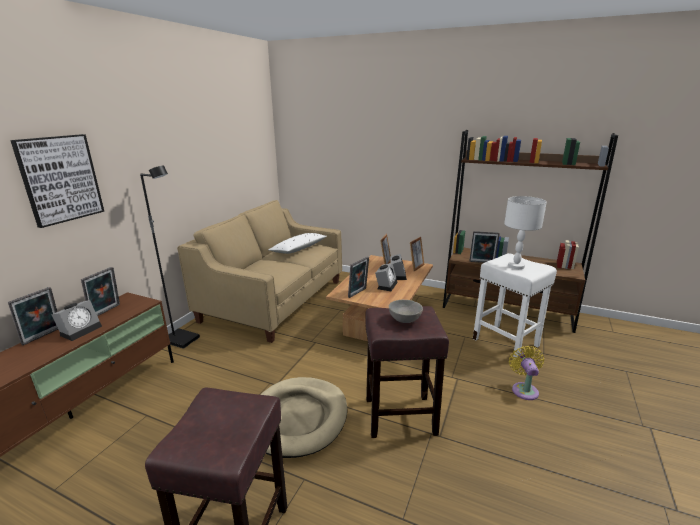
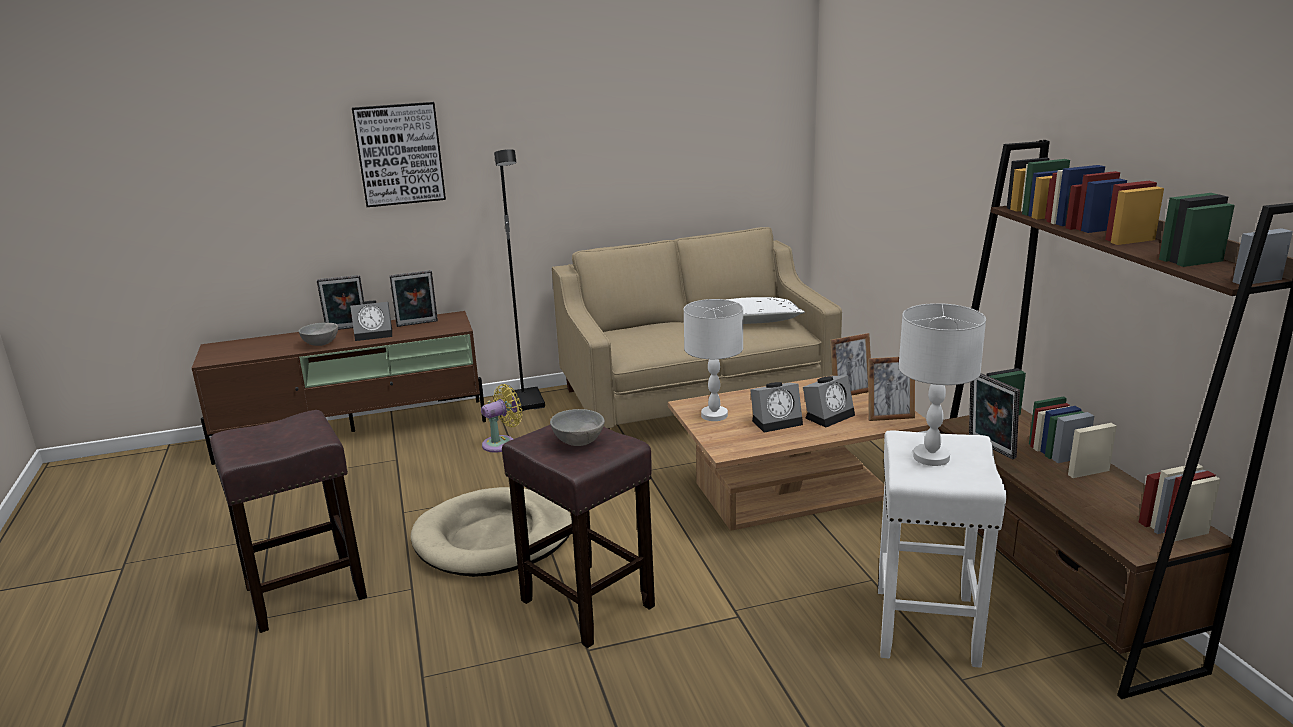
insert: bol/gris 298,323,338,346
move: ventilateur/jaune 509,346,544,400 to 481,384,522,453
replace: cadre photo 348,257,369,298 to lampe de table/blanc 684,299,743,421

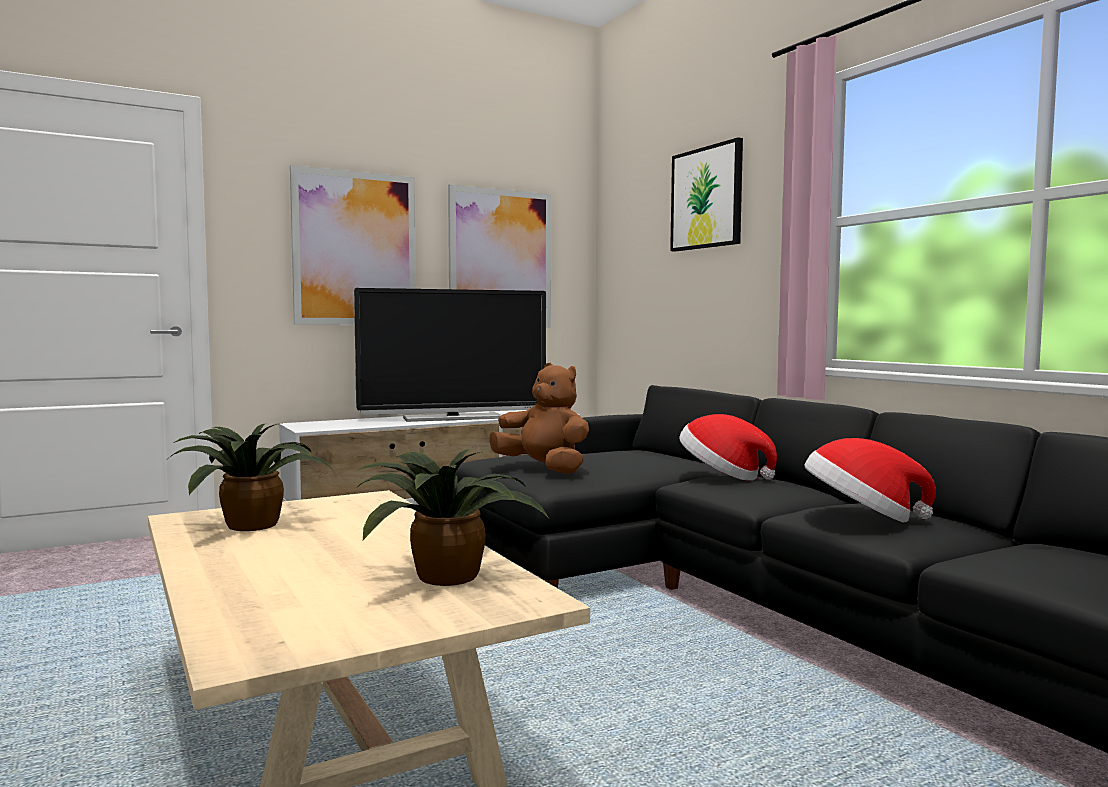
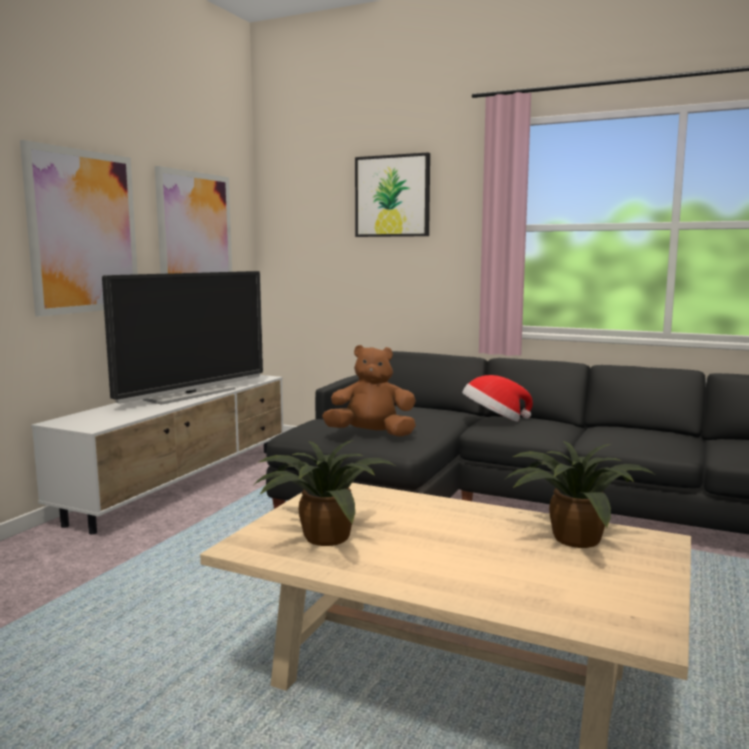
delete: chapeau 805,438,936,522

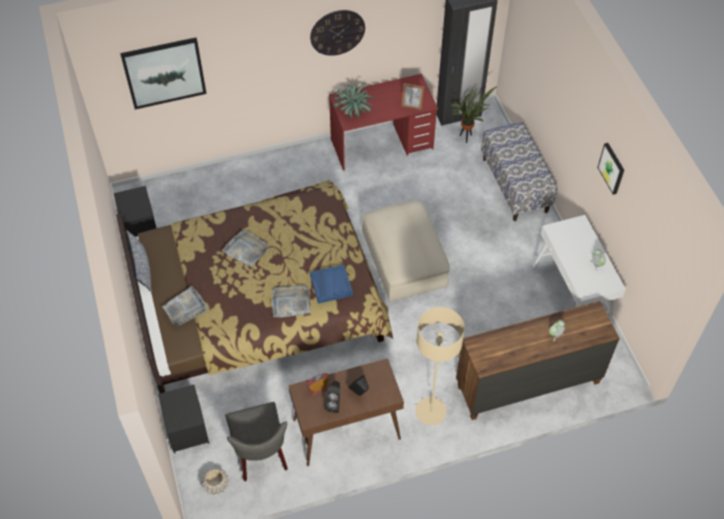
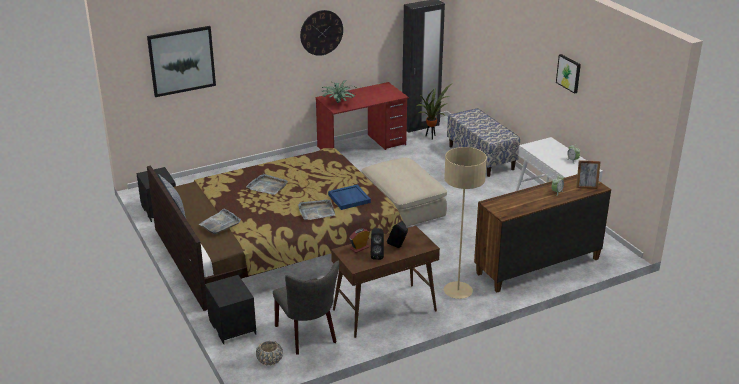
move: cadre photo 402,83,424,110 to 576,160,601,189

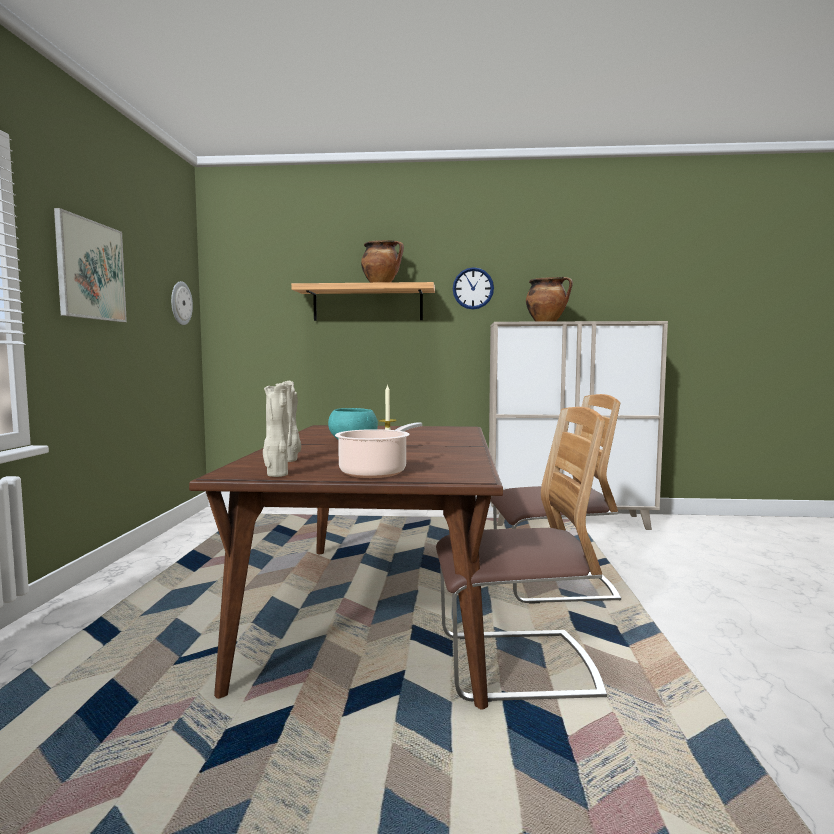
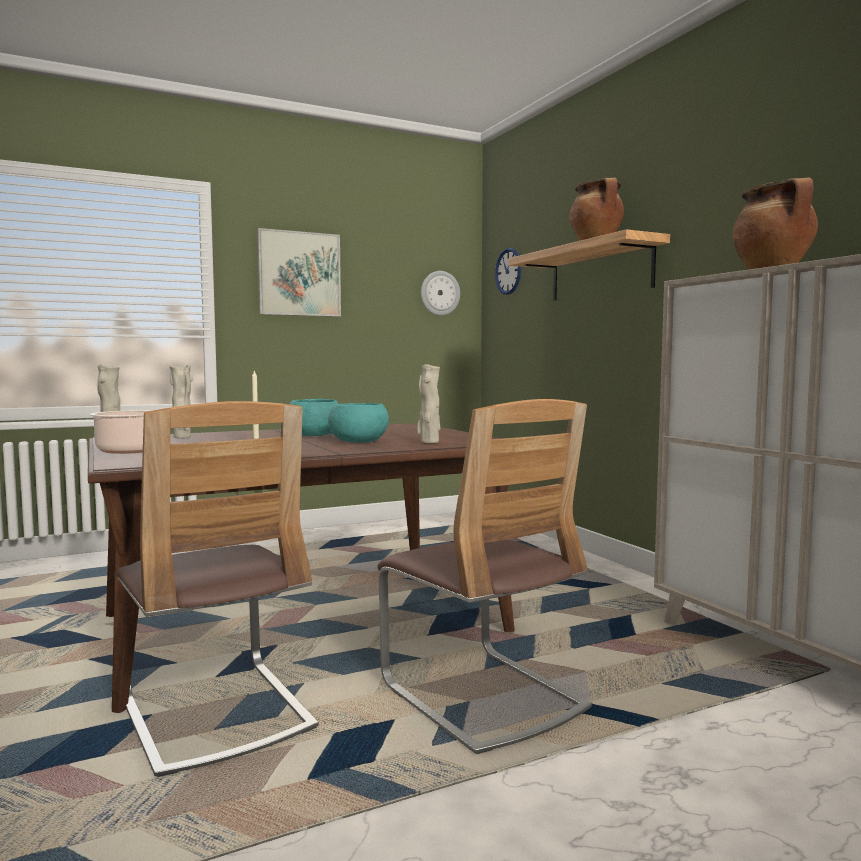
insert: bol/turquoise 328,403,389,443; vase/beige 417,364,441,443
move: horloge murale 453,267,494,309 to 495,248,521,295

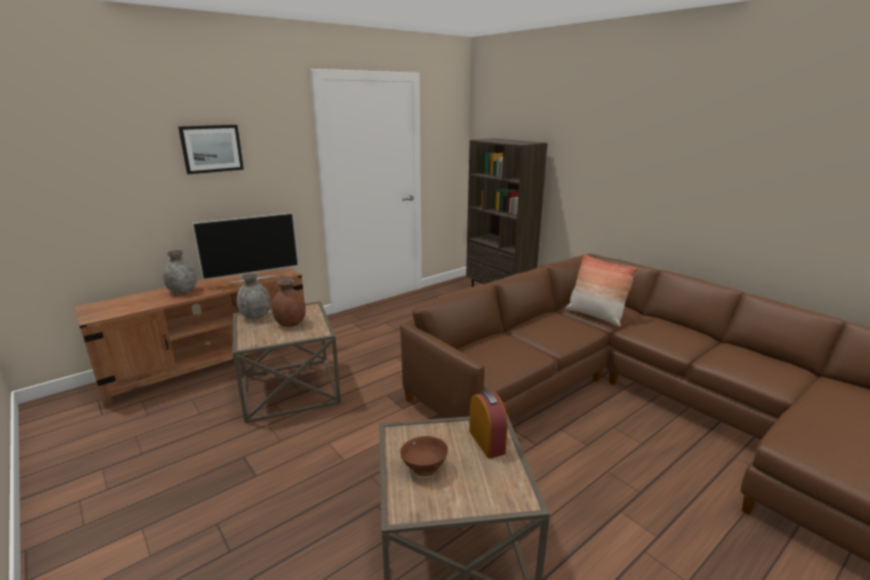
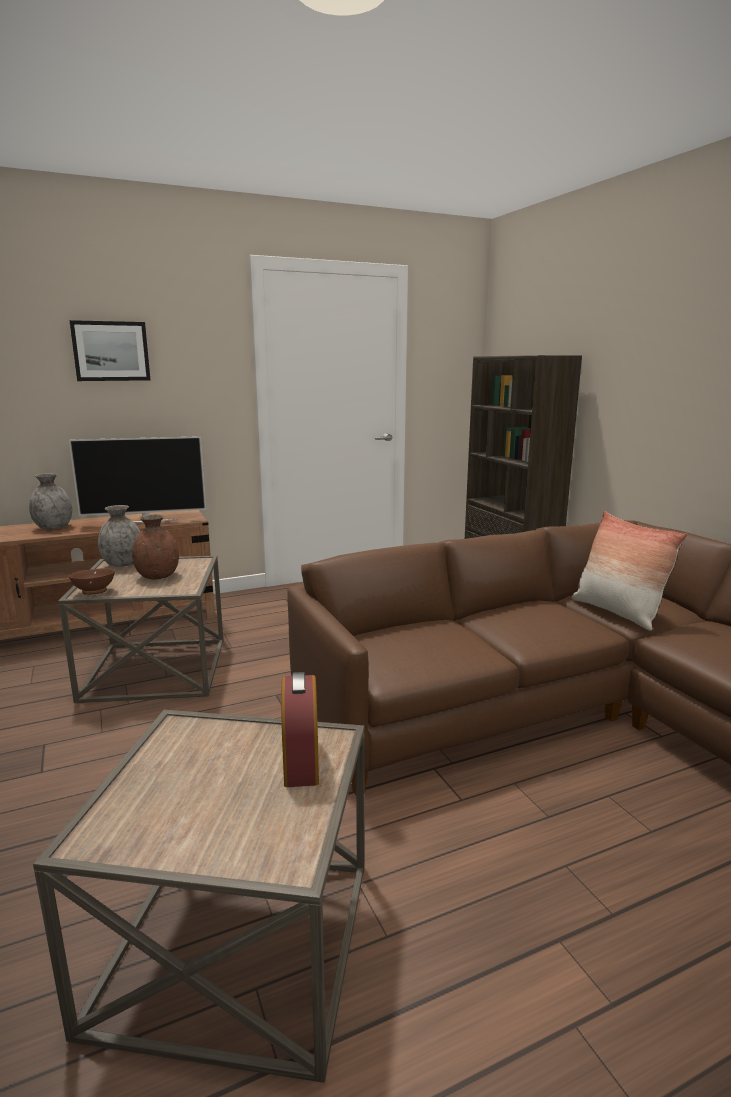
move: bol/marron 400,436,448,476 to 69,568,115,595

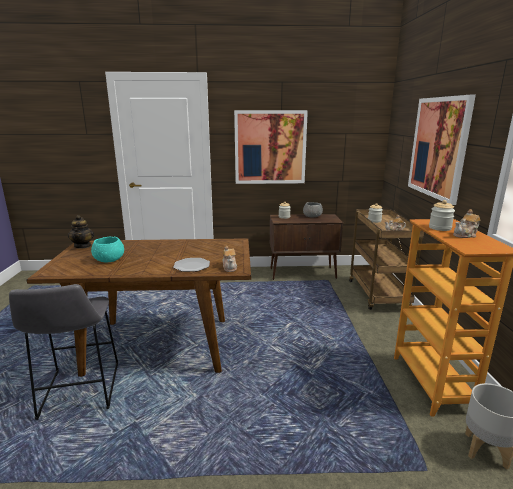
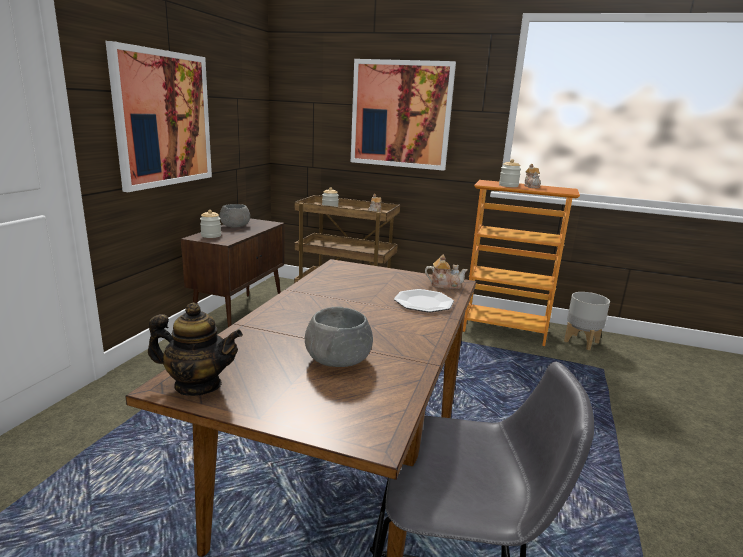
recolor: bol/turquoise 91,237,124,263 to bol/gris 305,307,373,367

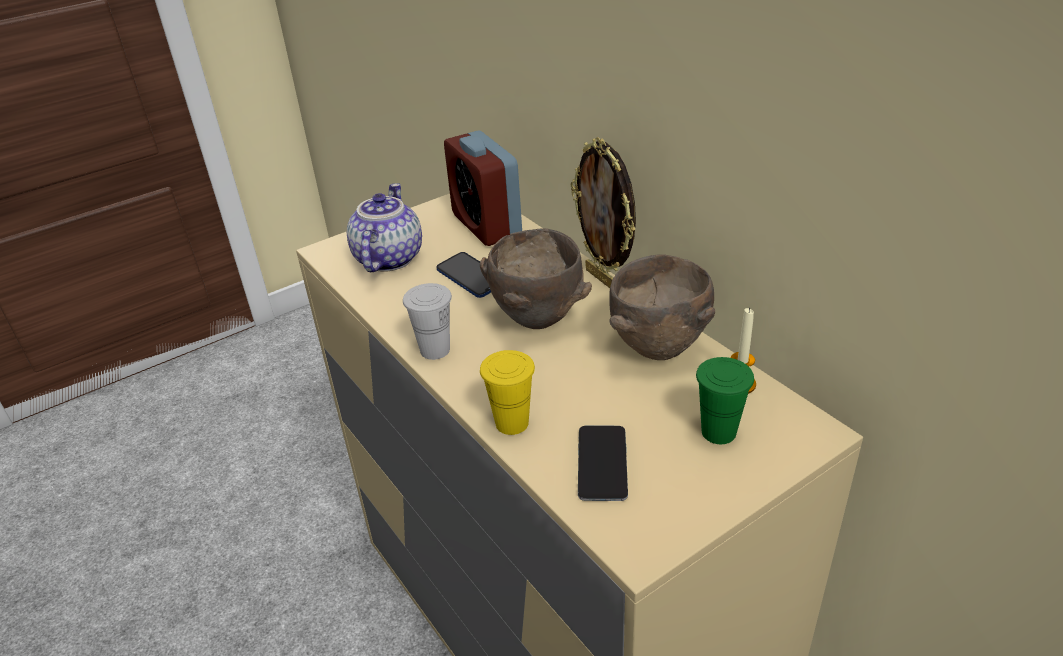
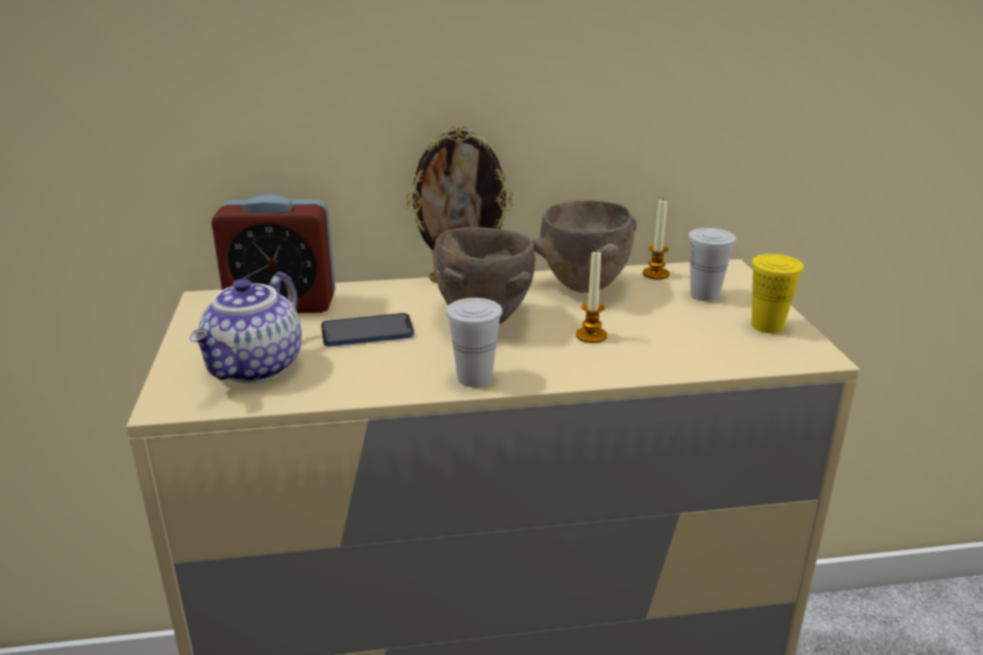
delete: téléphone 578,426,628,501
insert: bougie 576,249,607,343
move: tasse/jaune 480,350,535,435 to 751,254,804,333
recolor: tasse/vert 696,357,754,444 to tasse/blanc 688,228,736,301
rotate: théière 347,183,422,272 = 190,272,302,383 105 degrees counterclockwise

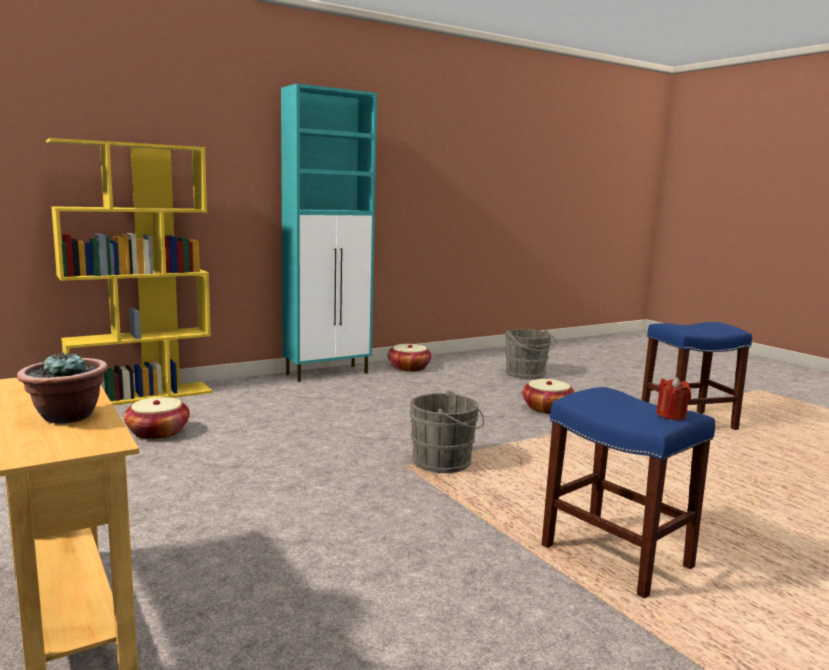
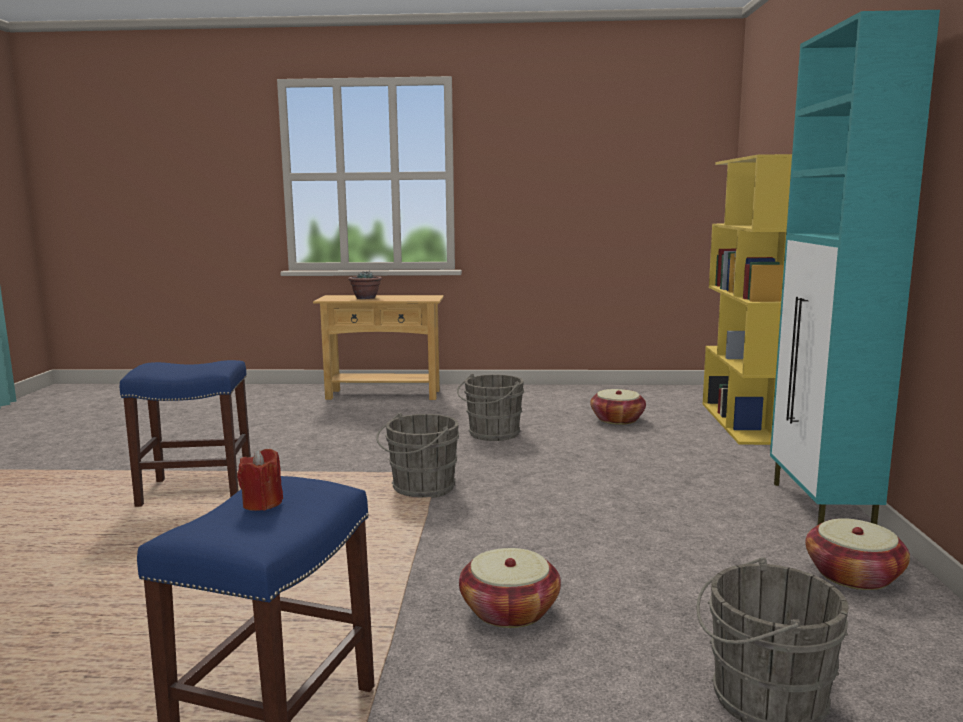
insert: seau/gris 457,374,524,441
move: bougie/rouge 656,377,691,420 to 237,449,283,511

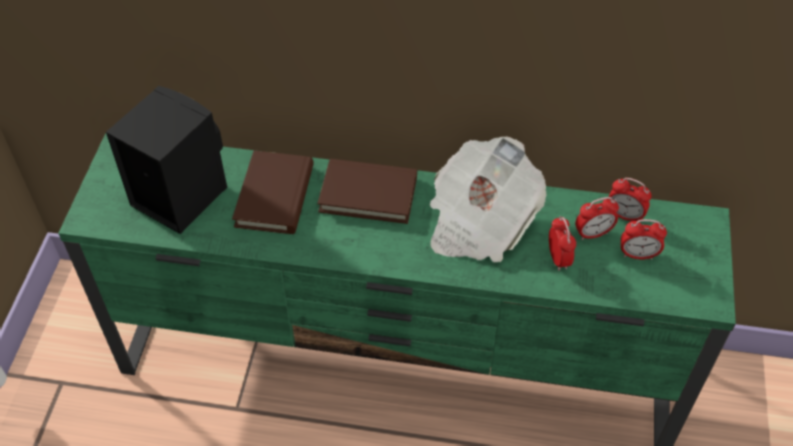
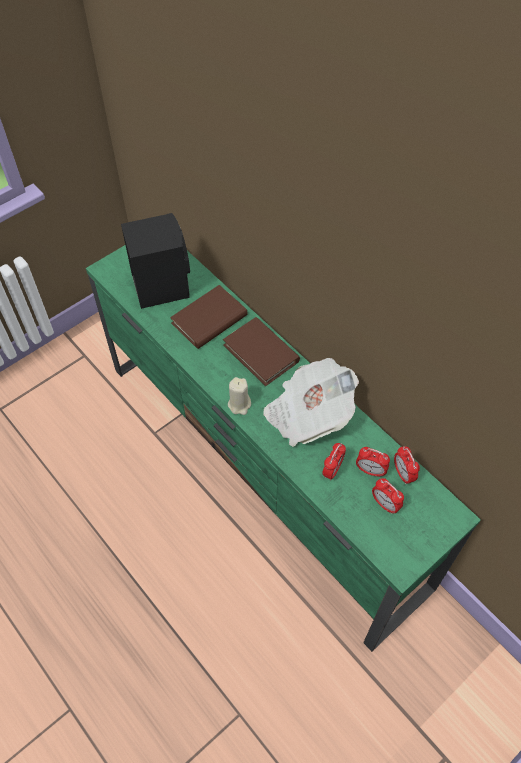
insert: bougie/beige 228,377,251,415

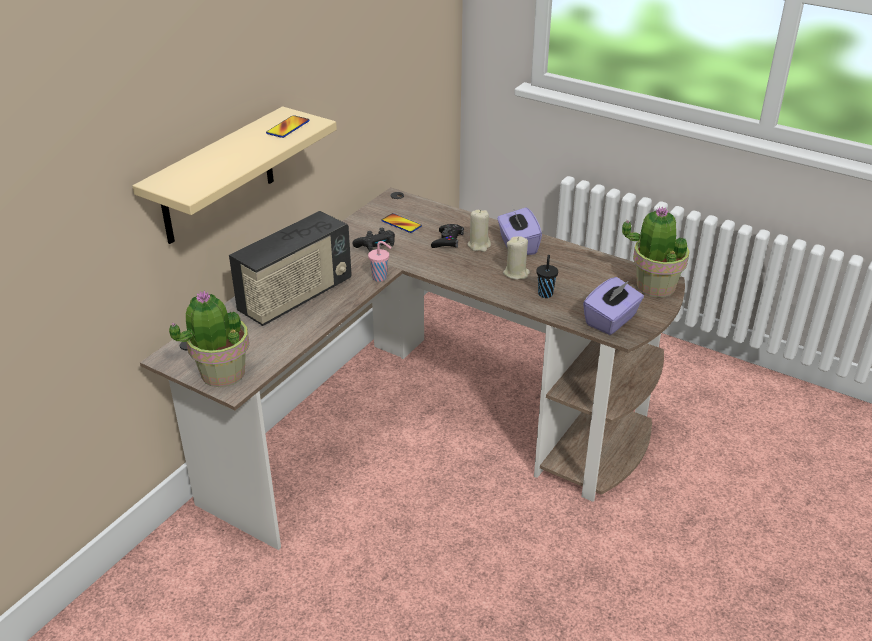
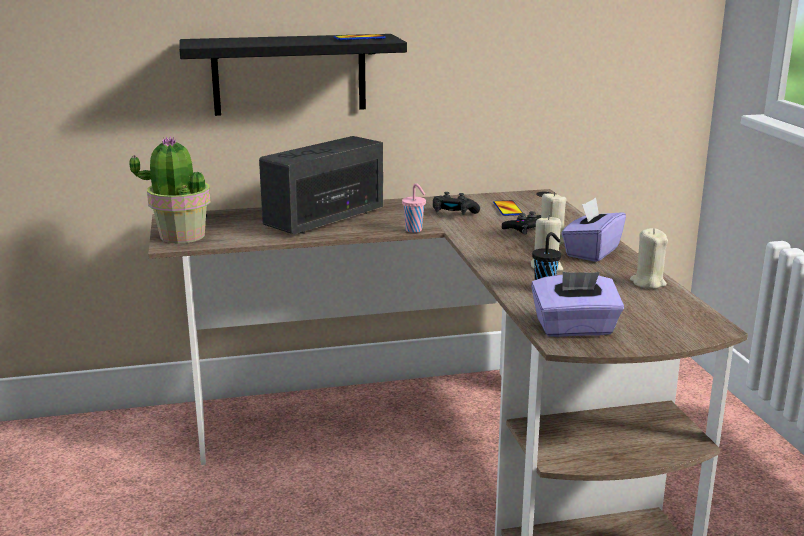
delete: plante en pot 622,206,690,297
insert: bougie/beige 630,228,668,289
recolor: étagère/beige 132,107,337,244 to étagère/noir 179,34,407,116
rotate: radio 229,211,352,326 = 259,136,383,234 135 degrees clockwise

